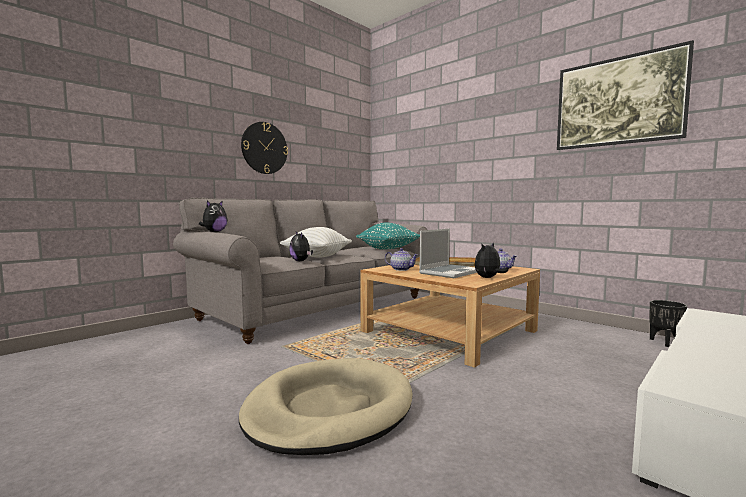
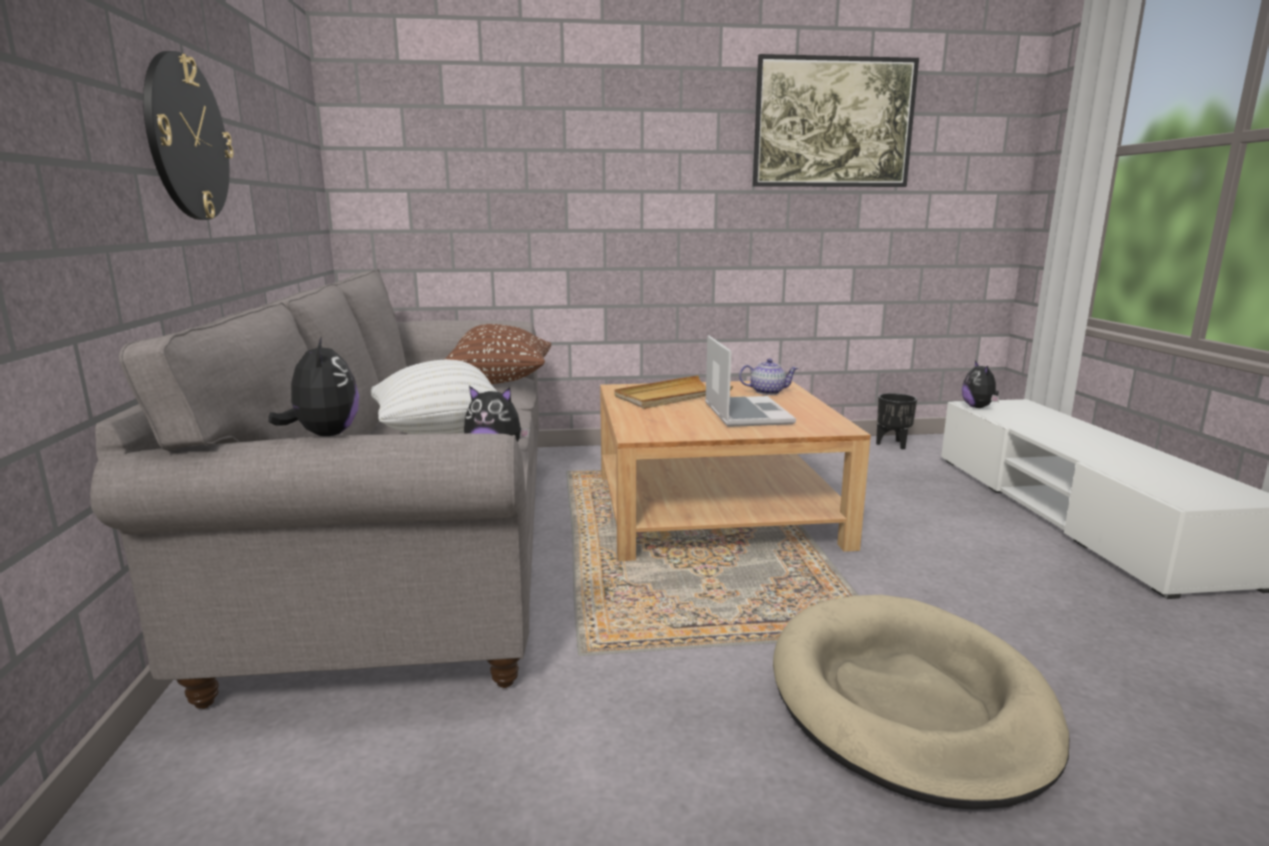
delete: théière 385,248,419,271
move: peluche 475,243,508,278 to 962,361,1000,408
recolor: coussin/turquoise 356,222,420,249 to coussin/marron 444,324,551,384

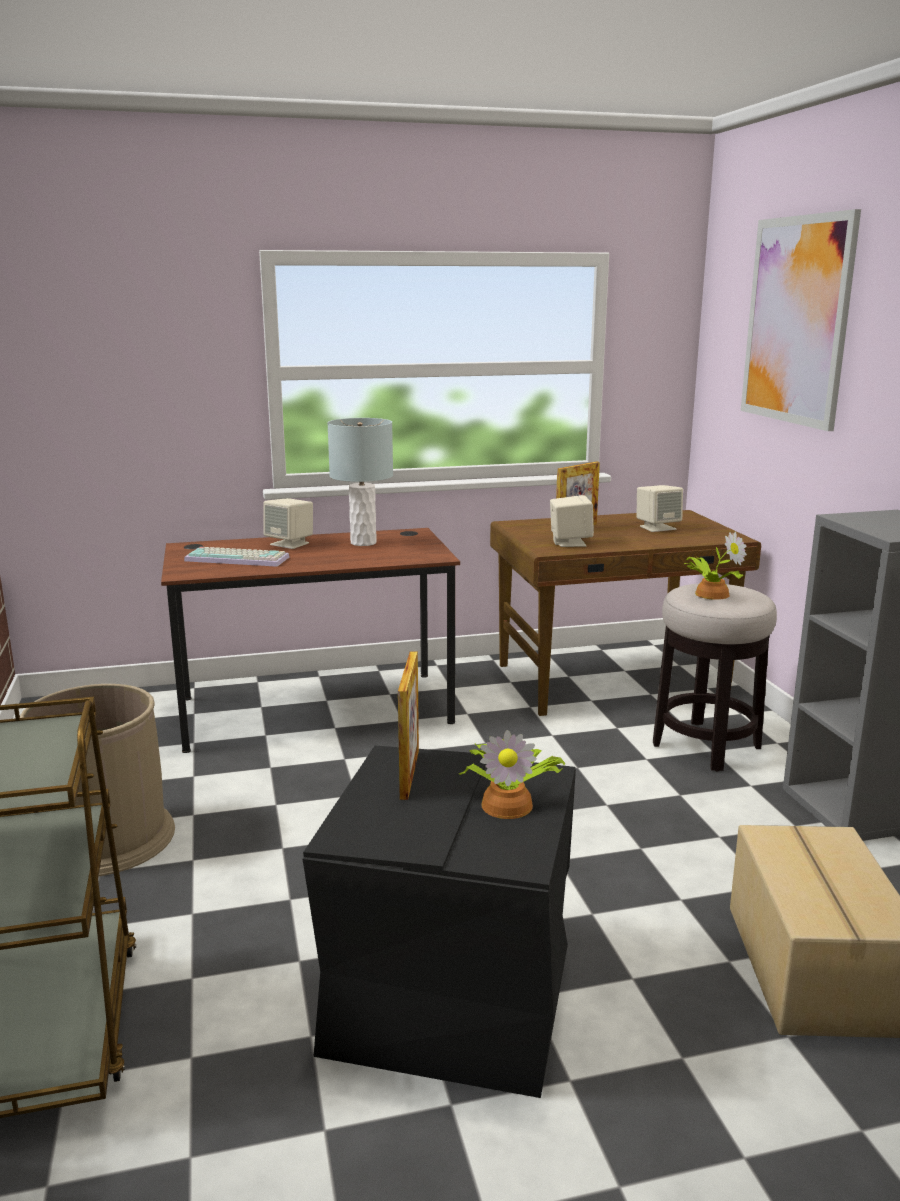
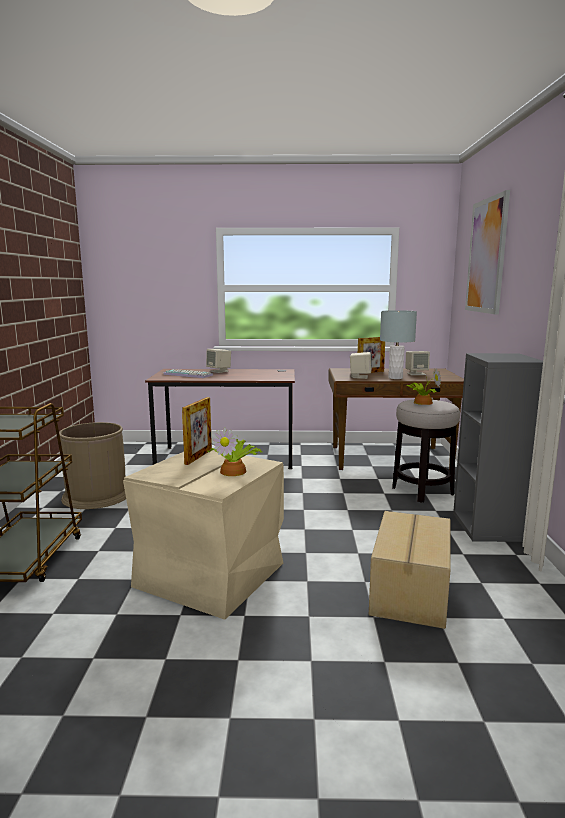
move: lampe de table/gris 328,418,393,546 to 380,310,417,379
recolor: boîte de rangement/noir 303,746,576,1098 to boîte de rangement/beige 123,450,284,620

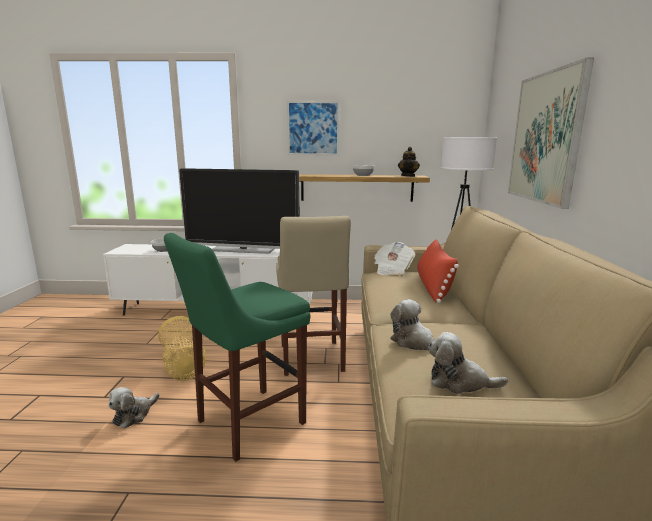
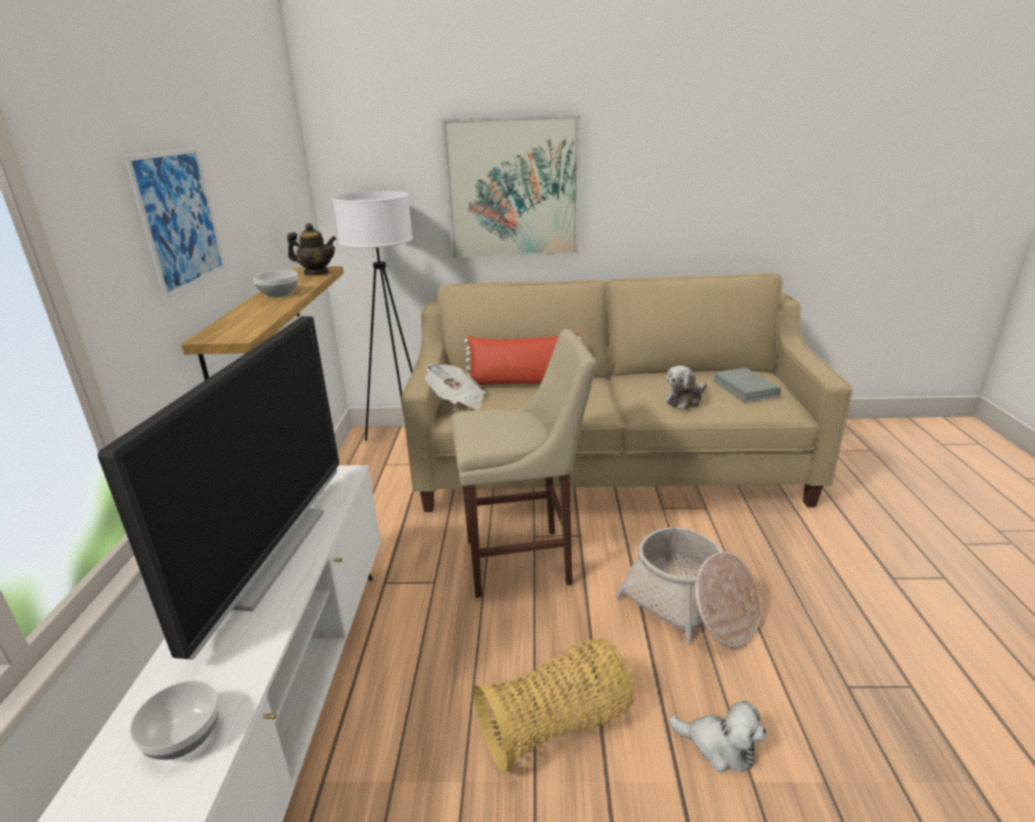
replace: tabouret/vert 164,233,310,462 to panier 615,527,762,648; peluche 428,332,508,394 to livre/gris 712,368,781,402

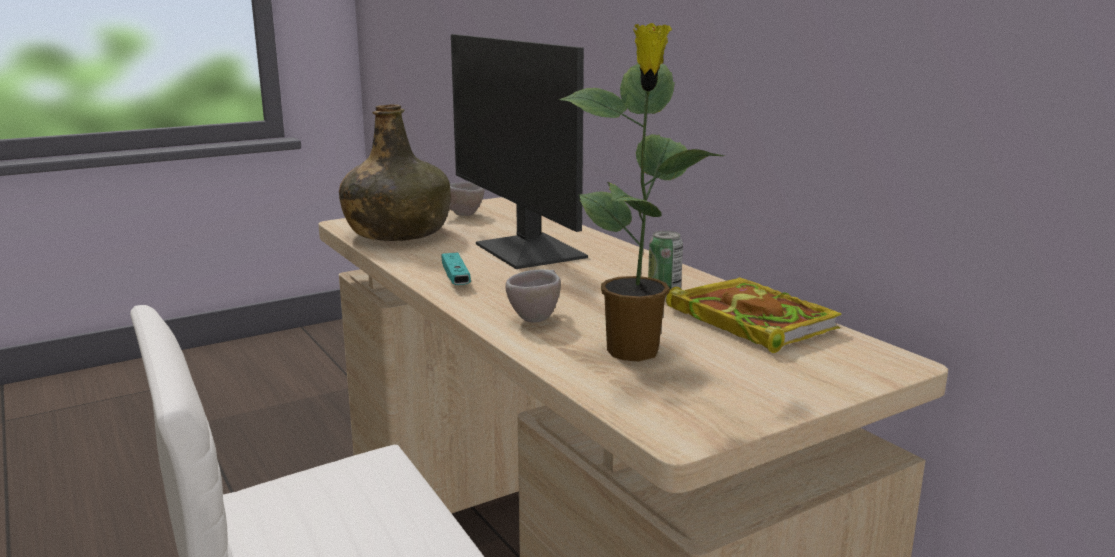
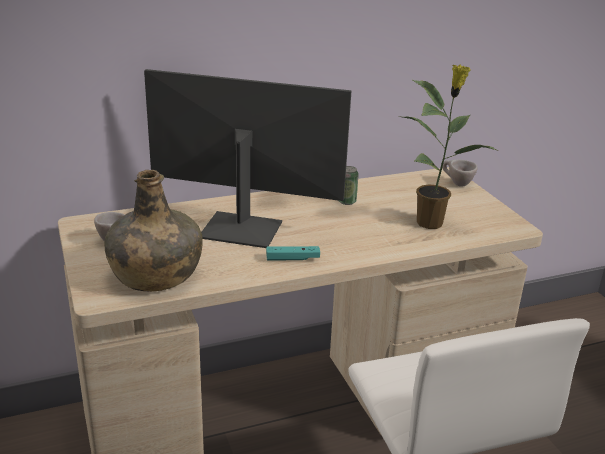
delete: livre 666,277,842,353
move: tasse/beige 505,269,561,323 to 443,159,477,187
rotate: écran d'ordinateur 451,34,588,269 = 144,69,352,248 150 degrees counterclockwise

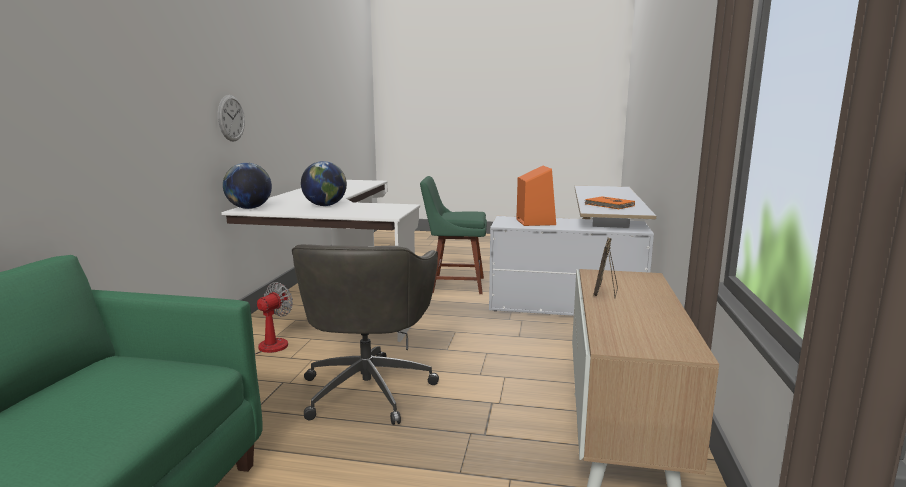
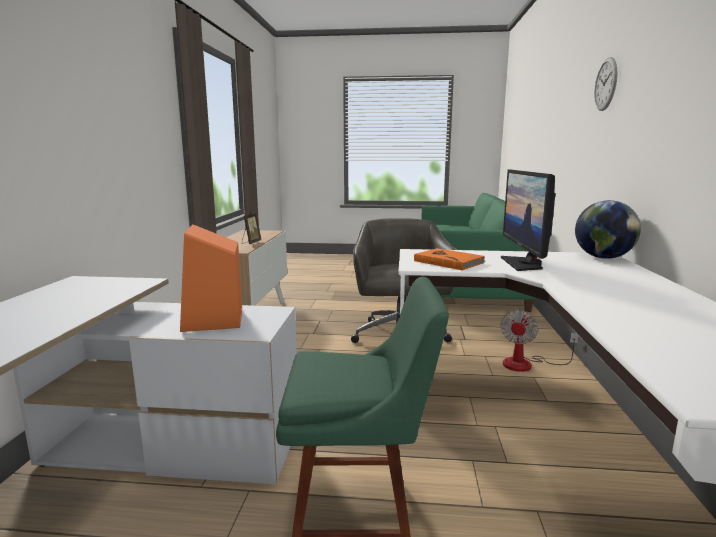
move: horloge murale 218,95,245,142 to 594,57,618,111; livre/orange 585,196,635,209 to 414,248,485,270
replace: globe 301,161,347,206 to écran d'ordinateur 501,169,555,271

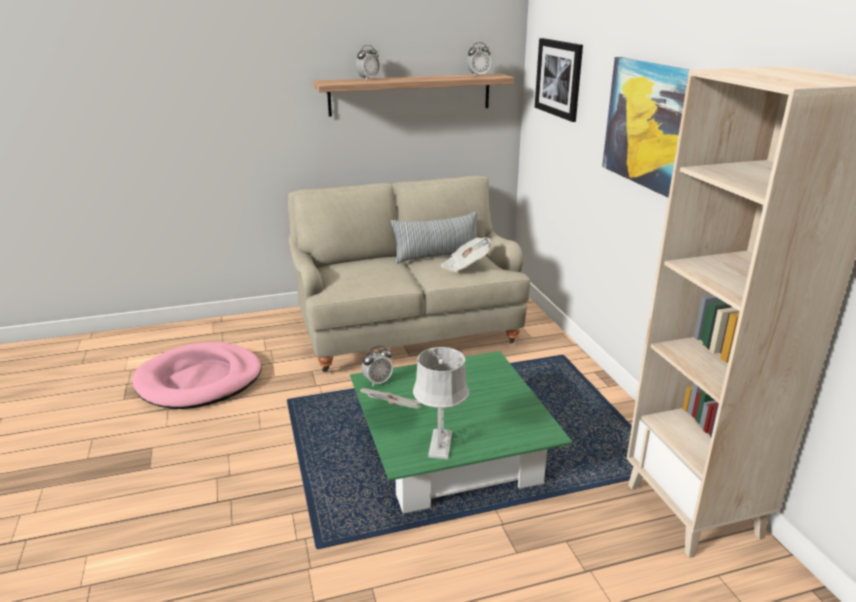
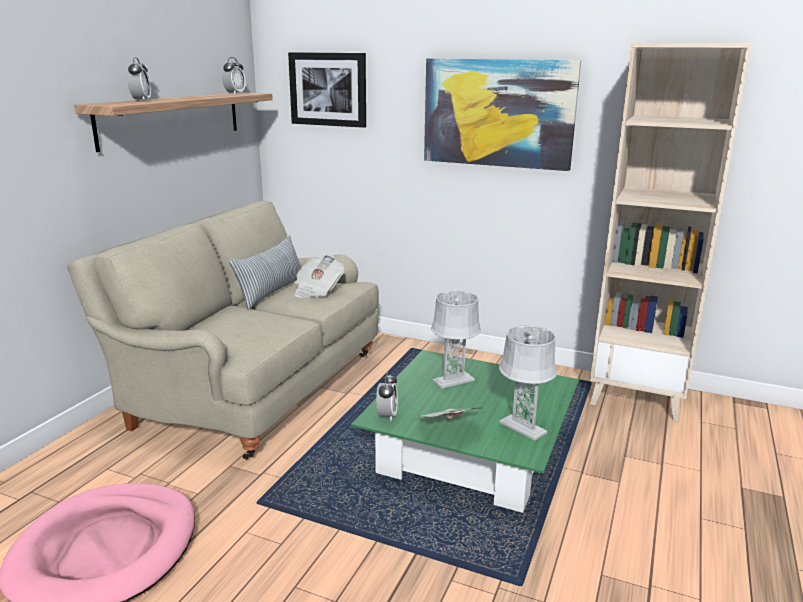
insert: lampe de table/gris 431,291,481,389

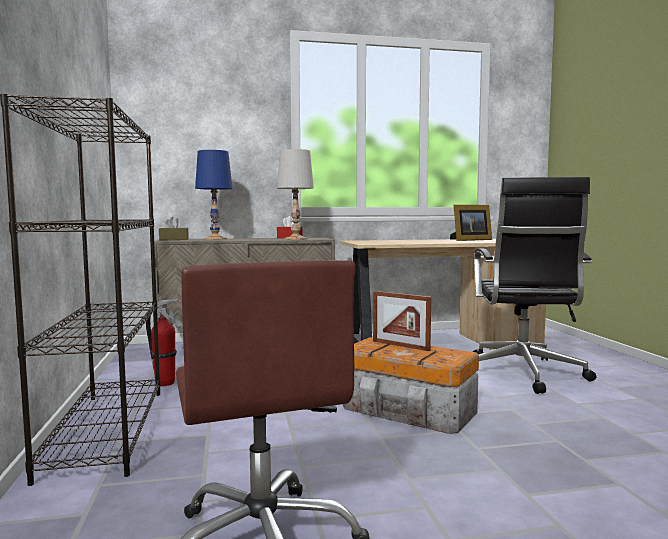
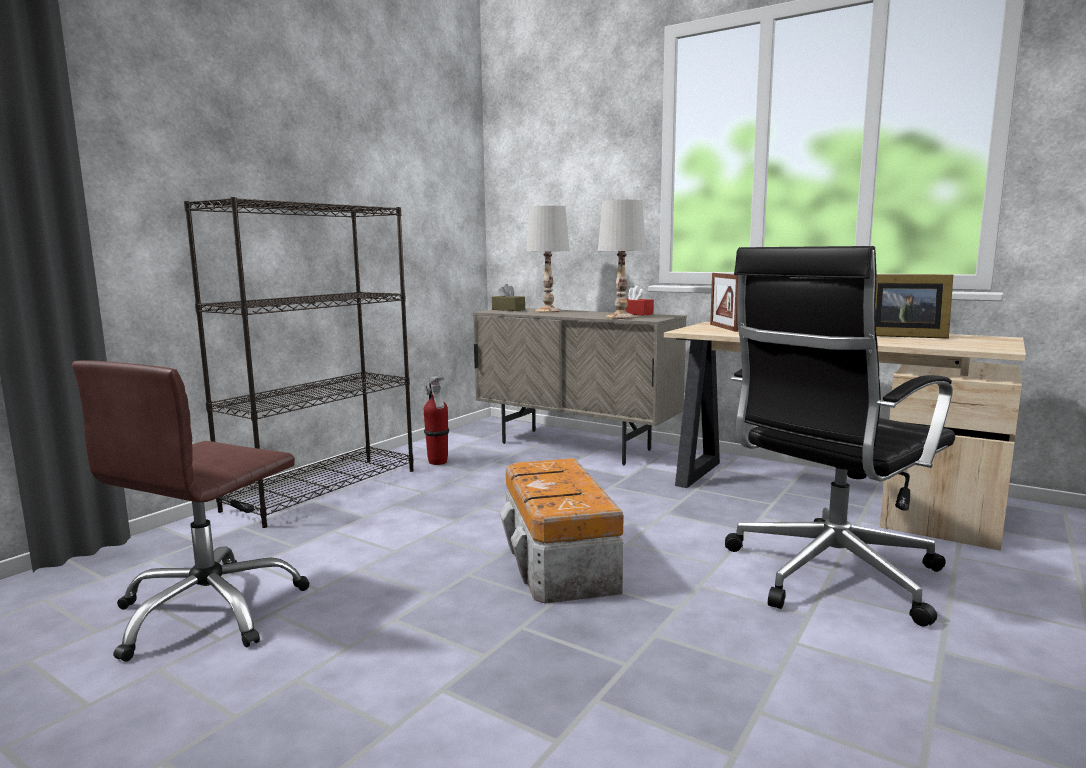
move: cadre photo 373,291,431,351 to 710,273,738,332
recolor: lampe de table/bleu 195,150,233,240 to lampe de table/blanc 526,206,569,313

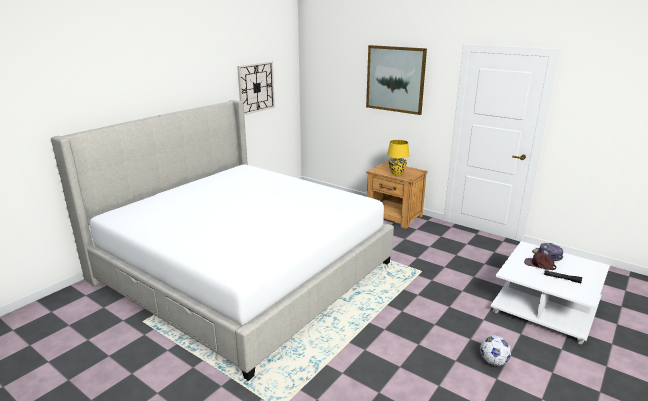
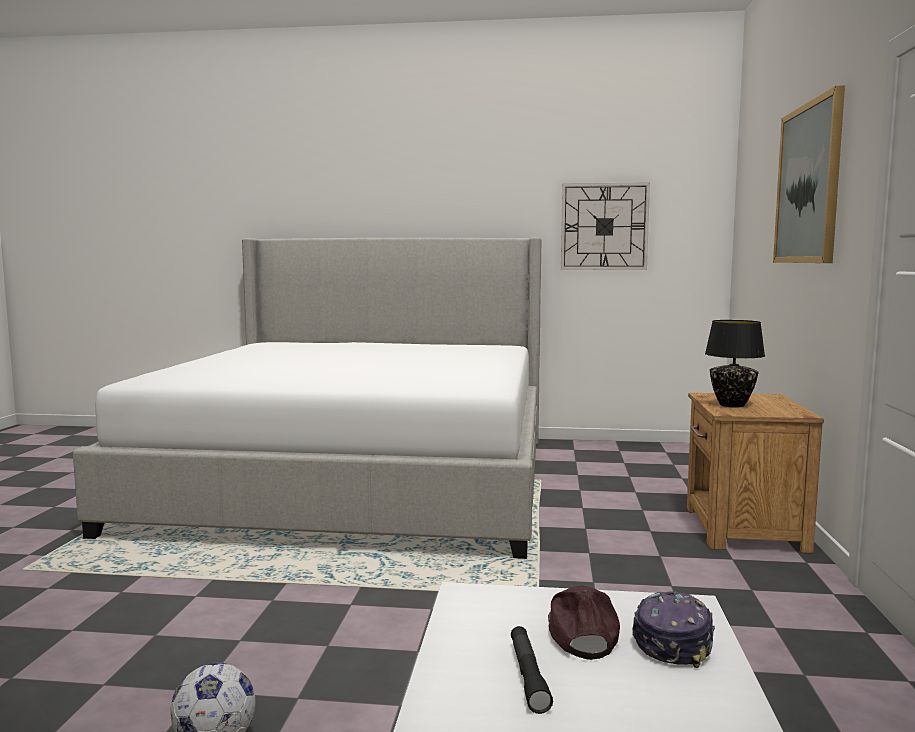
recolor: lampe de table/jaune 387,140,409,175 to lampe de table/noir 705,320,765,408

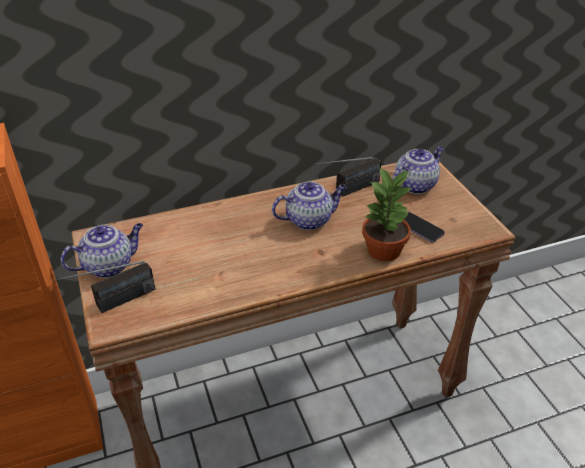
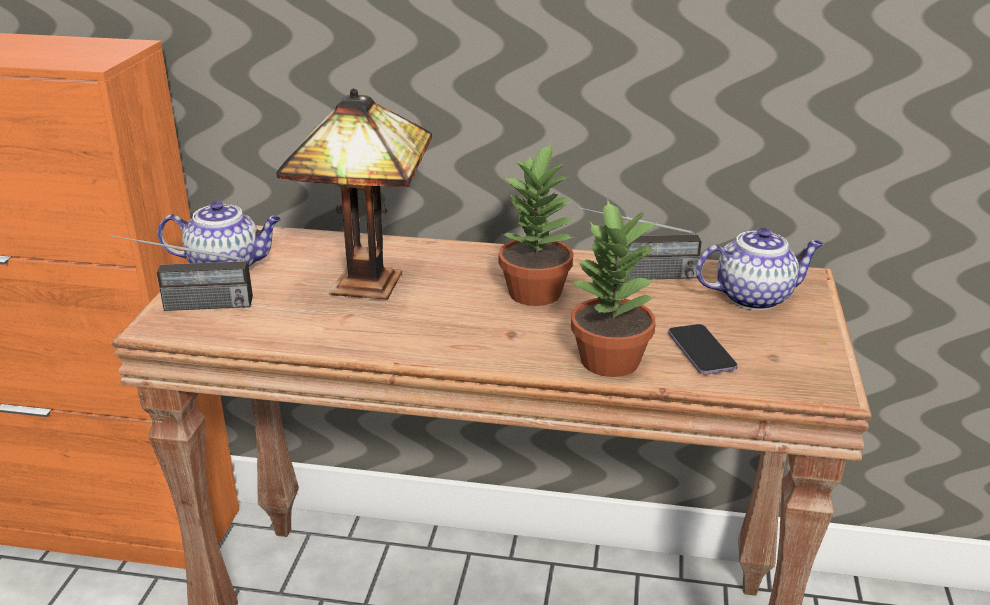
insert: lampe de table 276,89,432,299
replace: théière 272,181,346,230 to plante en pot 499,143,575,306

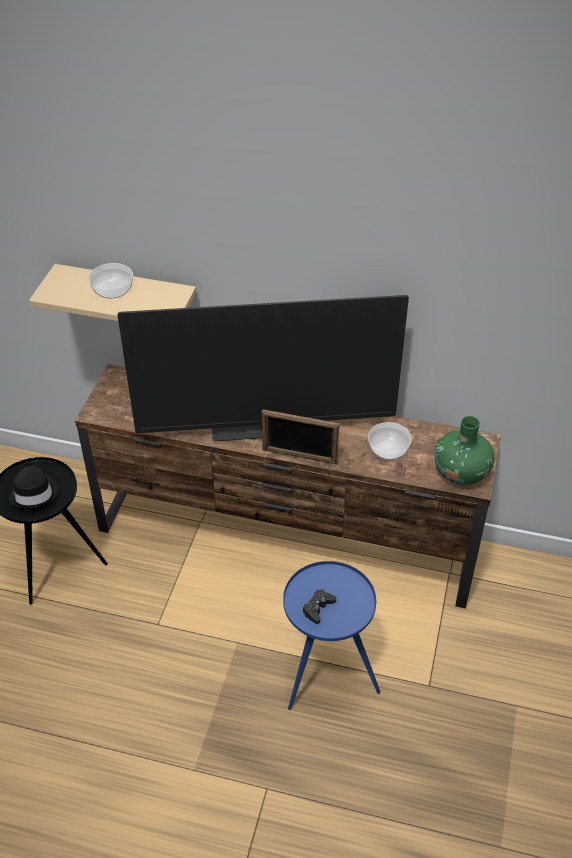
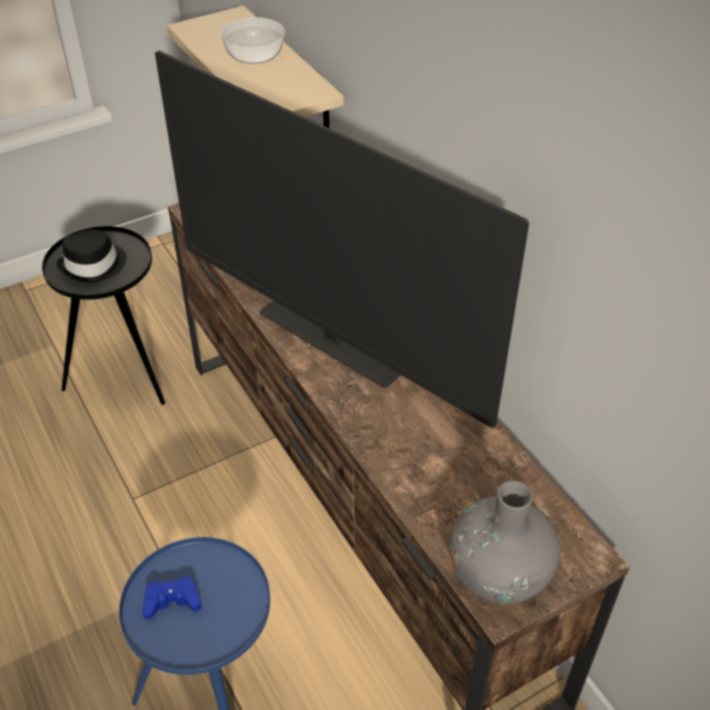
delete: cadre photo 262,409,339,464; bol 368,422,412,460
recolor: manette/noir 302,590,336,624 to manette/bleu 142,576,201,619; vase/vert 435,416,494,486 to vase/gris 449,480,560,604

